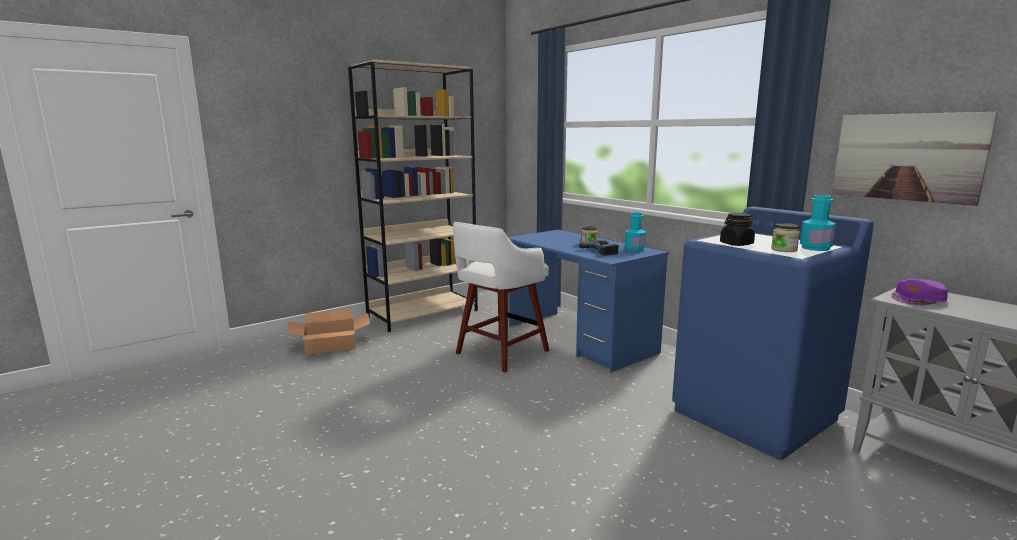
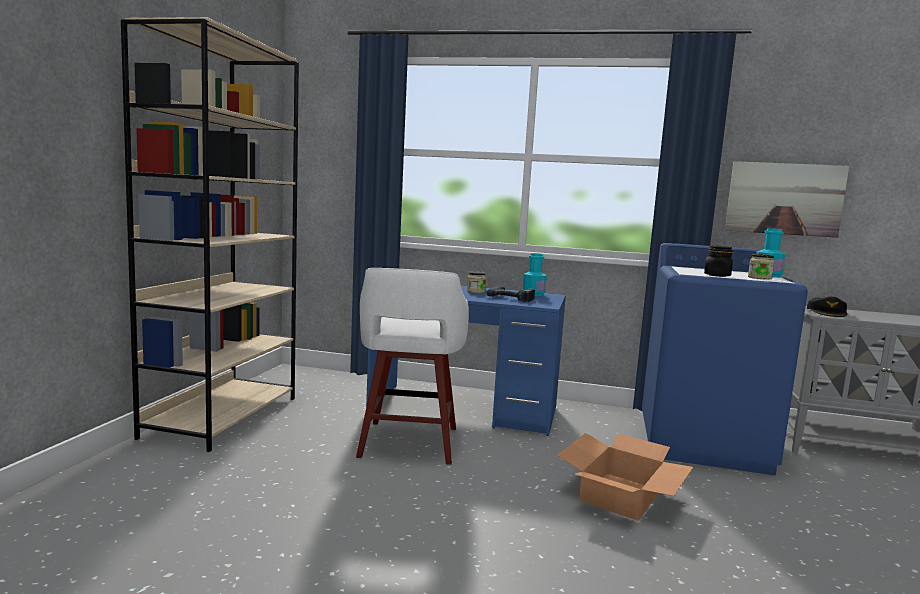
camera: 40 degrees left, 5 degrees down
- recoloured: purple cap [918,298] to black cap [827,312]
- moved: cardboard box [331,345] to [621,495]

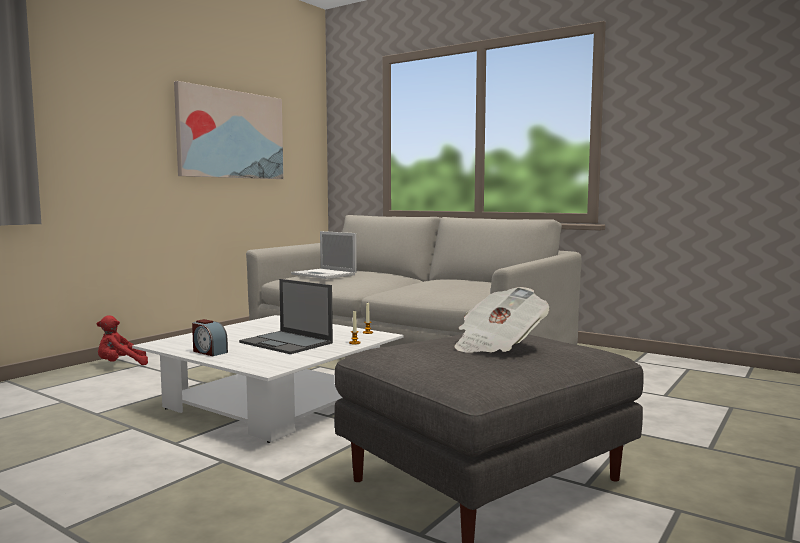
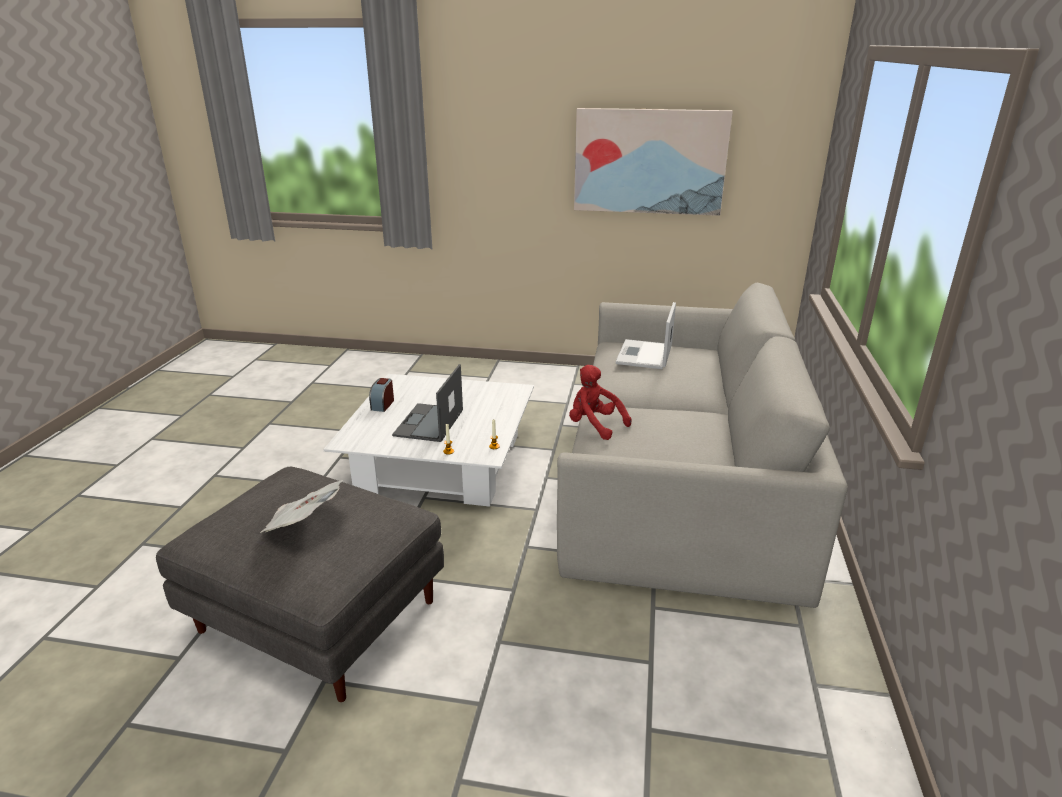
camera: 65 degrees right, 20 degrees up
- moved: red plush toy [120,365] to [594,425]

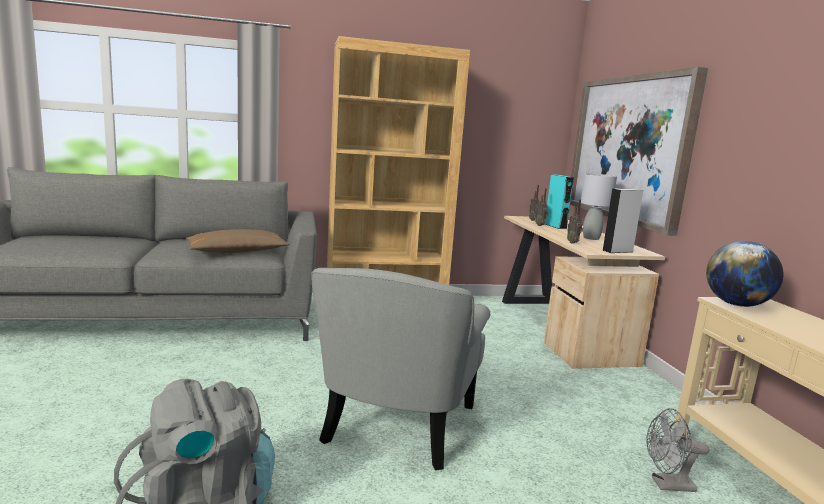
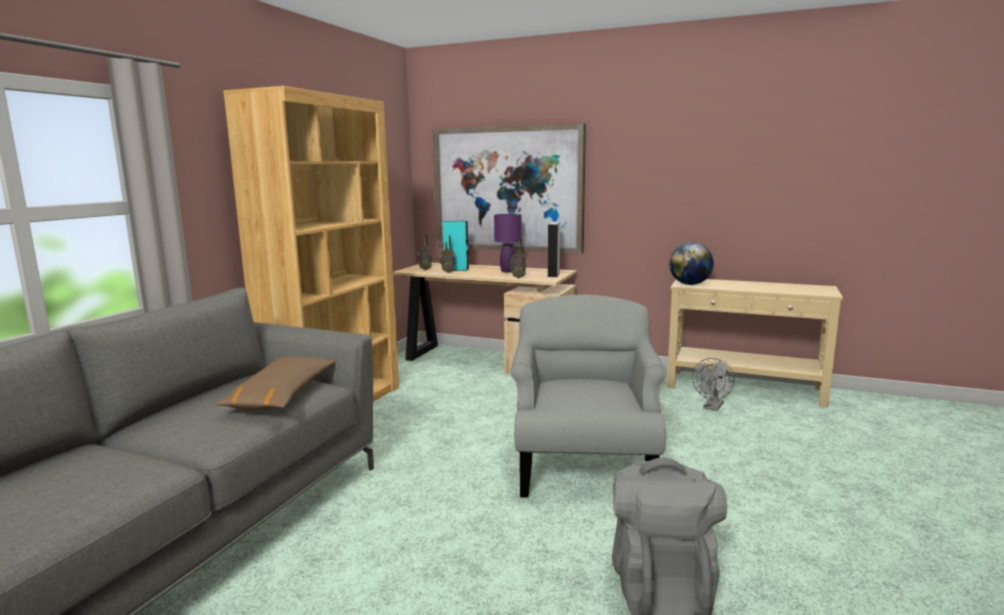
camera: 55 degrees left, 0 degrees up
- recoloured: grey table lamp [590,238] to purple table lamp [508,271]
- turned: grey armchair [396,424] = [584,466] 135 degrees counterclockwise

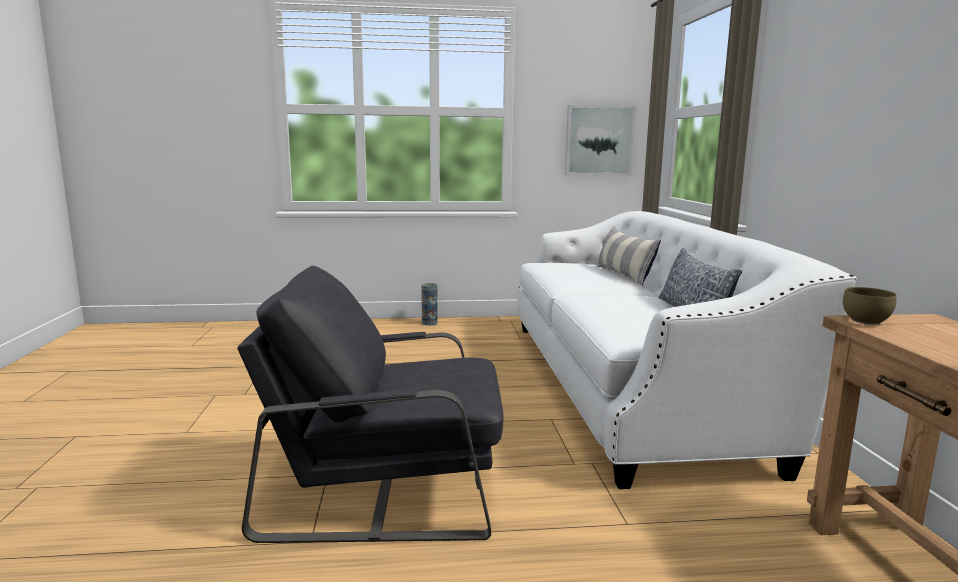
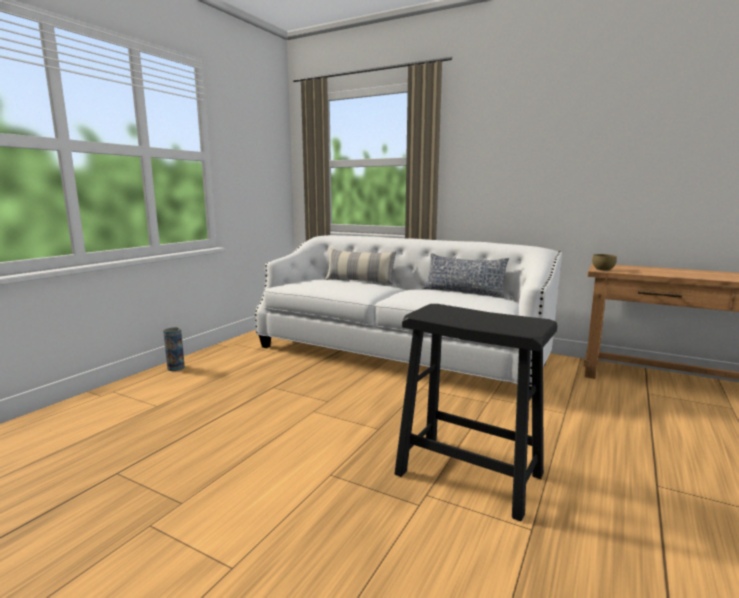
camera: 55 degrees left, 0 degrees up
- removed: picture [599,140]
- replaced: grey armchair [384,486] to black stool [468,474]

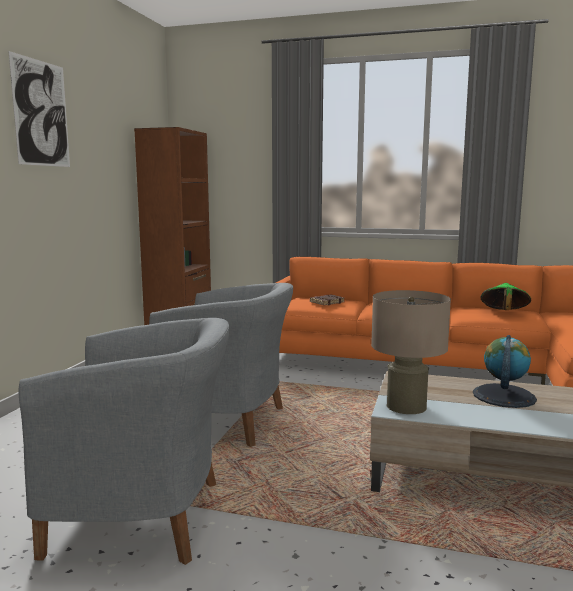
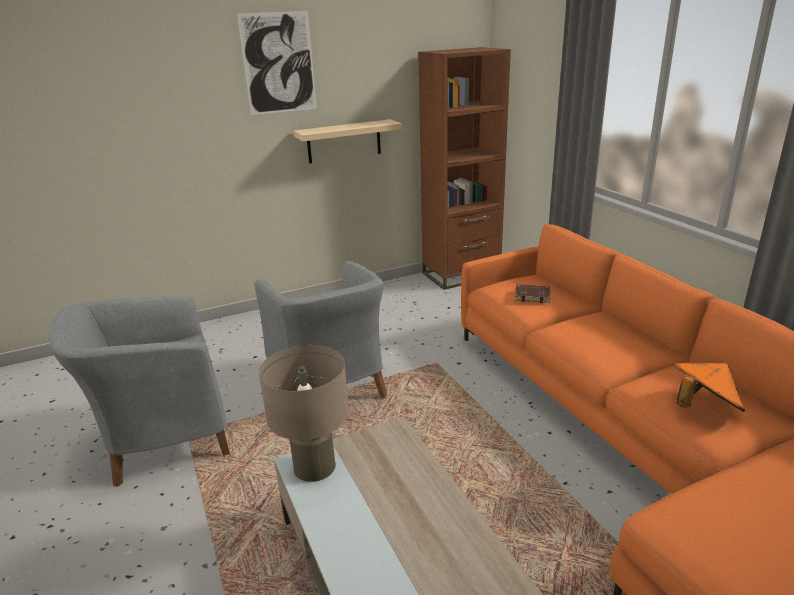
camera: 50 degrees right, 15 degrees up
- recoloured: green hat [504,313] to orange hat [702,406]
- turned: grey armchair [144,517] = [162,440] 105 degrees clockwise
- removed: globe [503,396]
- added: beige shelf [344,141]

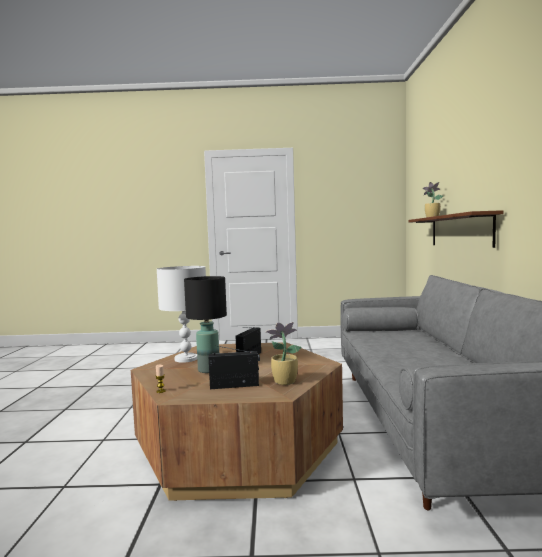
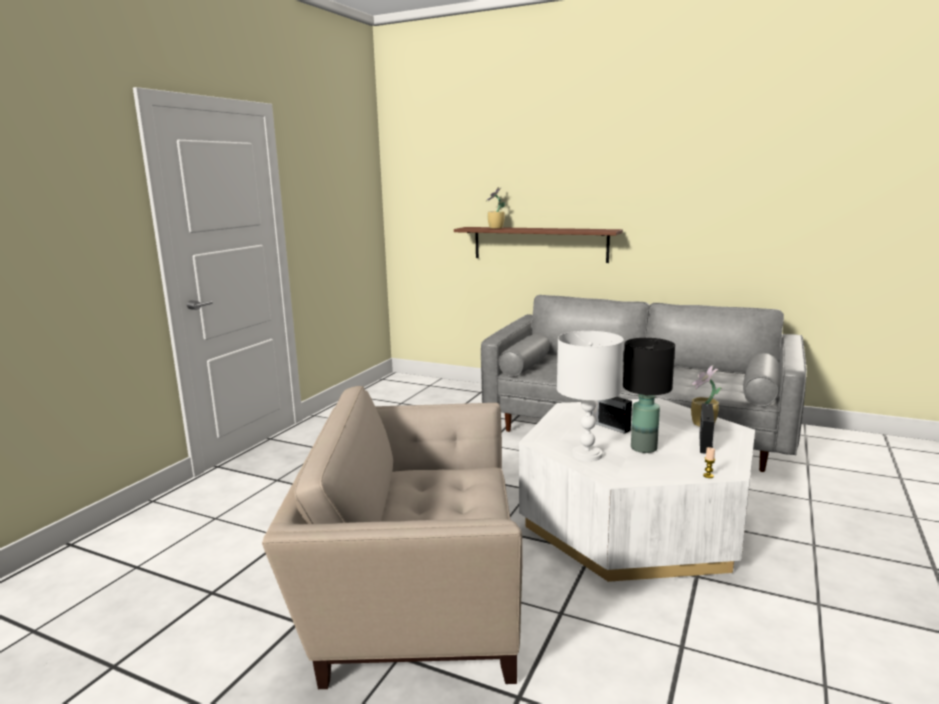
camera: 65 degrees left, 10 degrees up
- recoloured: brown coffee table [239,446] to white coffee table [634,521]
- added: beige armchair [414,595]

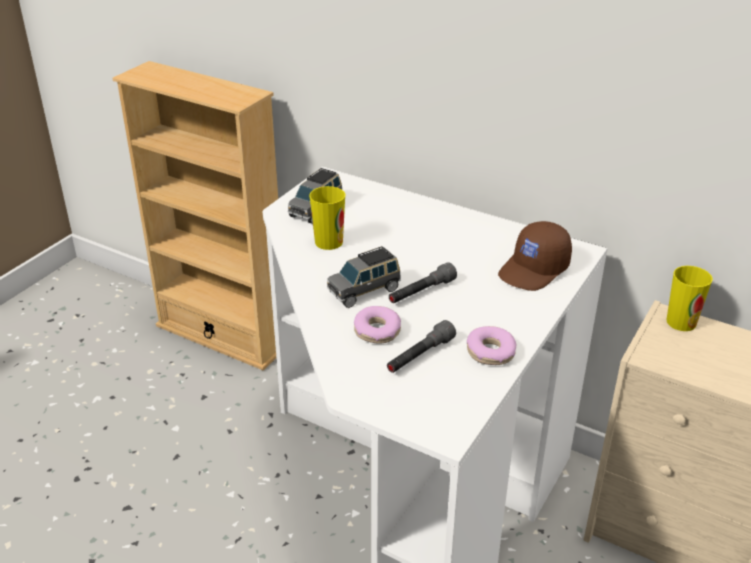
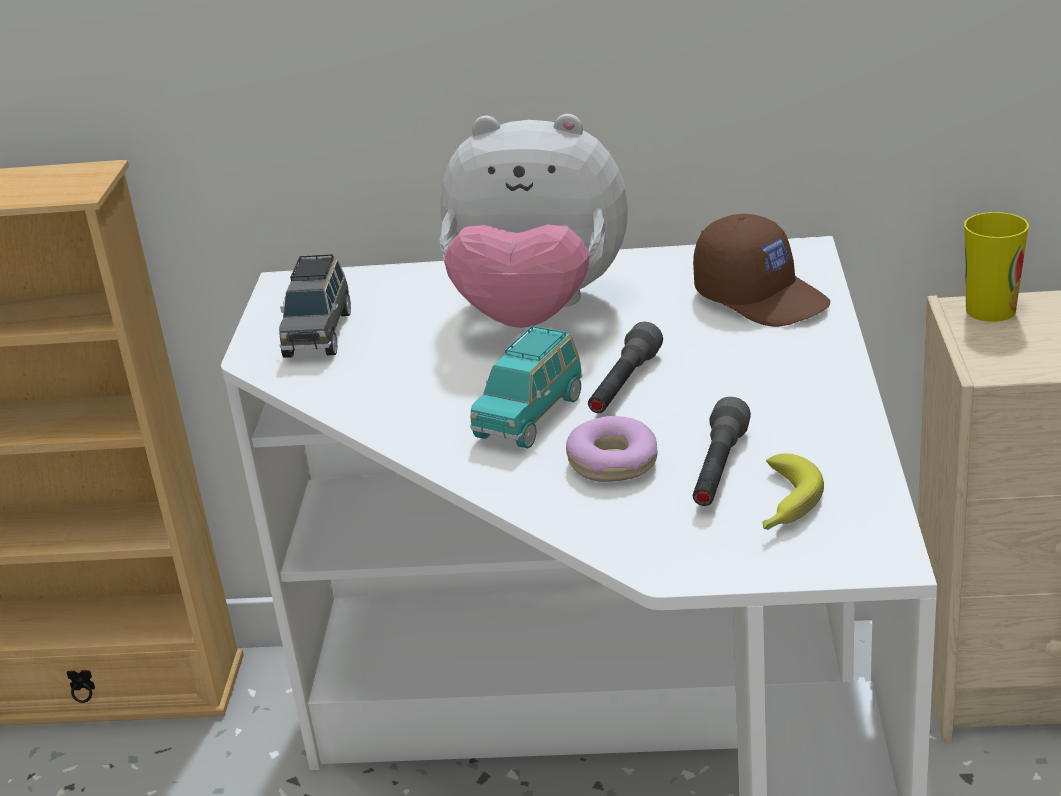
camera: 25 degrees left, 5 degrees down
- removed: cup [329,242]
- turned: brown cap [534,270] = [762,297] 60 degrees counterclockwise
- recoloured: grey toy car [365,291] to turquoise toy car [530,416]
- removed: donut [490,353]
- added: plush toy [537,313]
- added: banana [782,505]

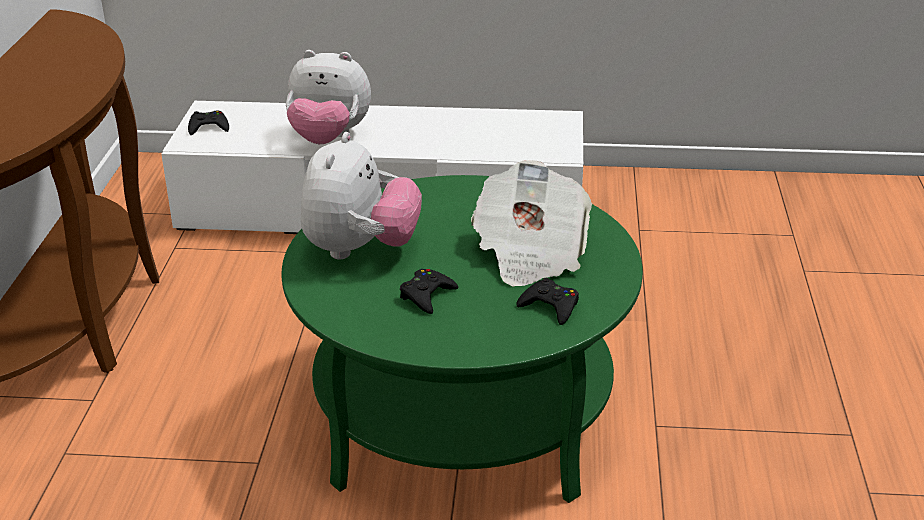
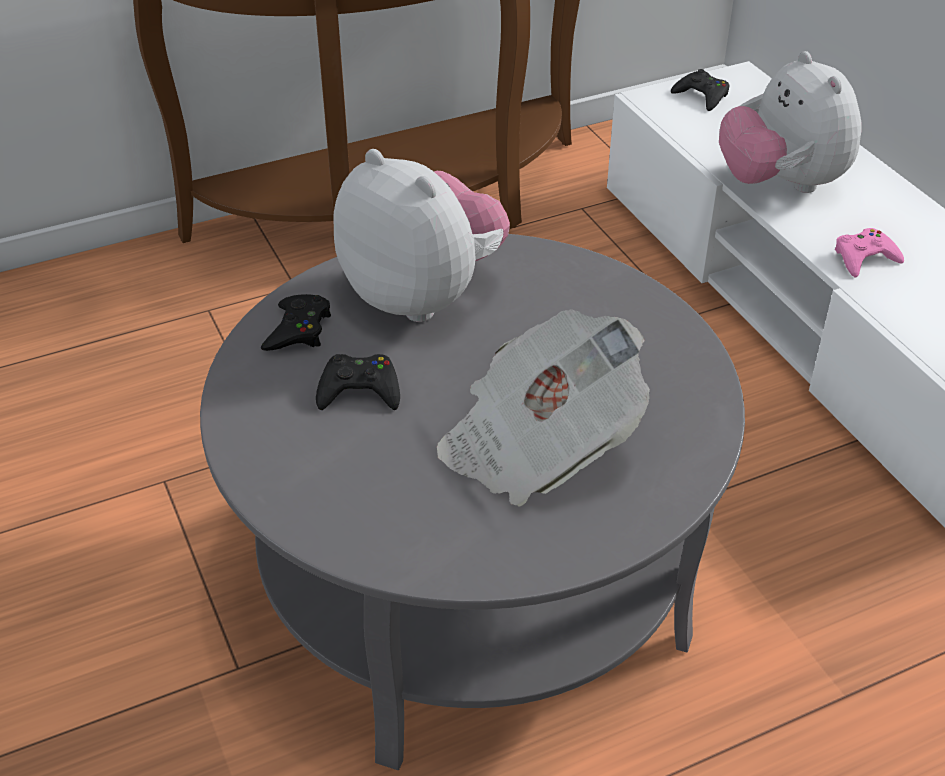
camera: 60 degrees right, 10 degrees up
- turned: plush toy [360,250] = [423,295] 120 degrees counterclockwise
- recoloured: green coffee table [463,416] to grey coffee table [473,580]
- moved: black game controller [550,307] to [298,330]
- added: pink game controller [864,258]

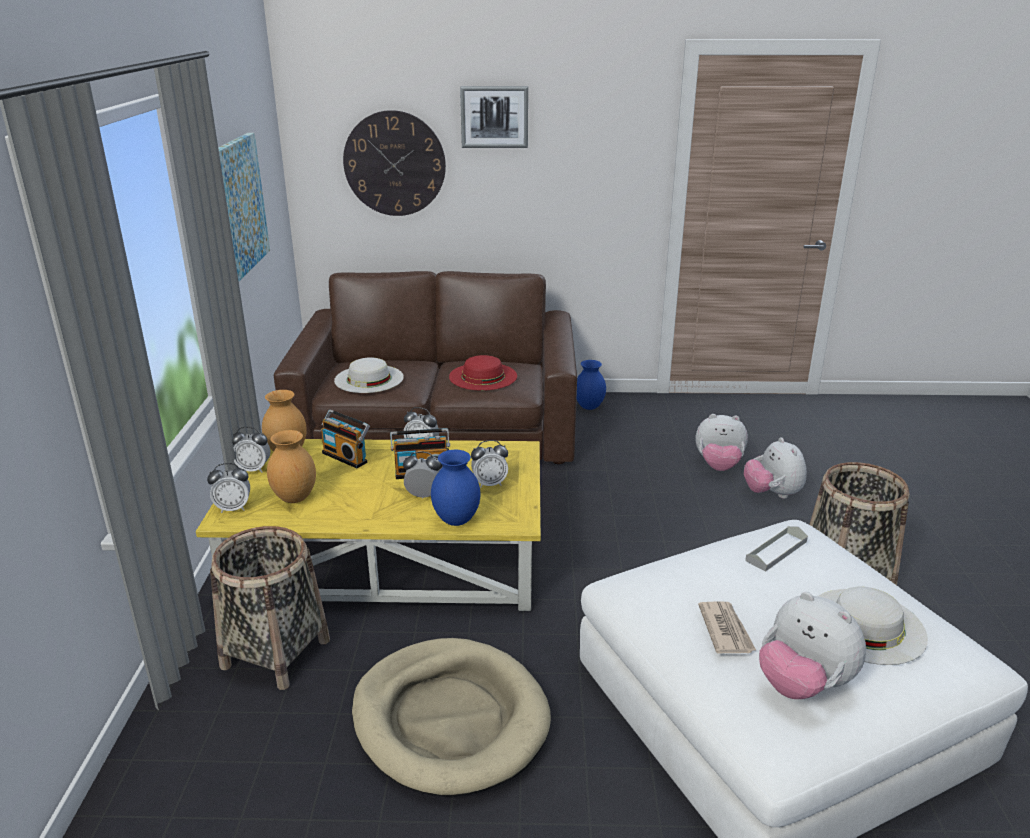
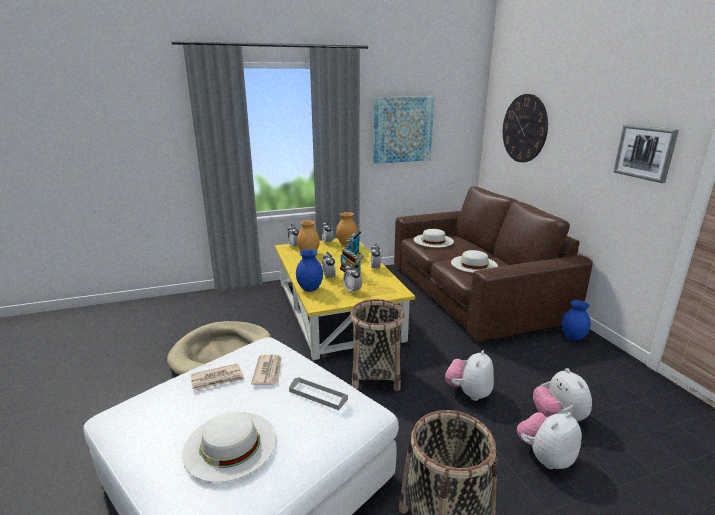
camera: 70 degrees right, 5 degrees down
- moved: picture [494,117] to [645,152]
- recoloured: red hat [483,376] to white hat [474,264]
- moved: basket [276,653] to [376,375]
- moved: plush toy [803,685] to [469,393]
- added: newspaper [268,371]

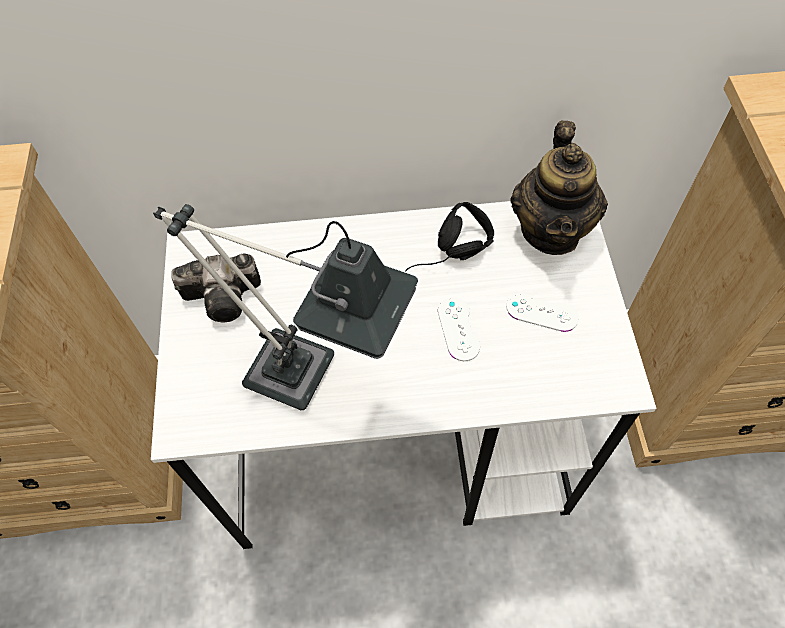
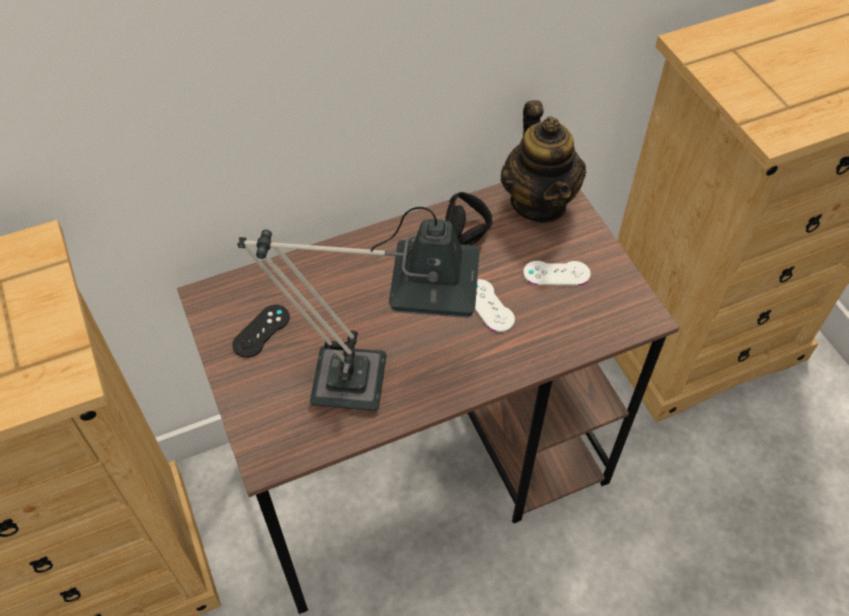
camera: 20 degrees left, 5 degrees down
- recoloured: white desk [401,446] to brown desk [427,467]
- replaced: photo camera [226,296] to black game controller [261,331]

